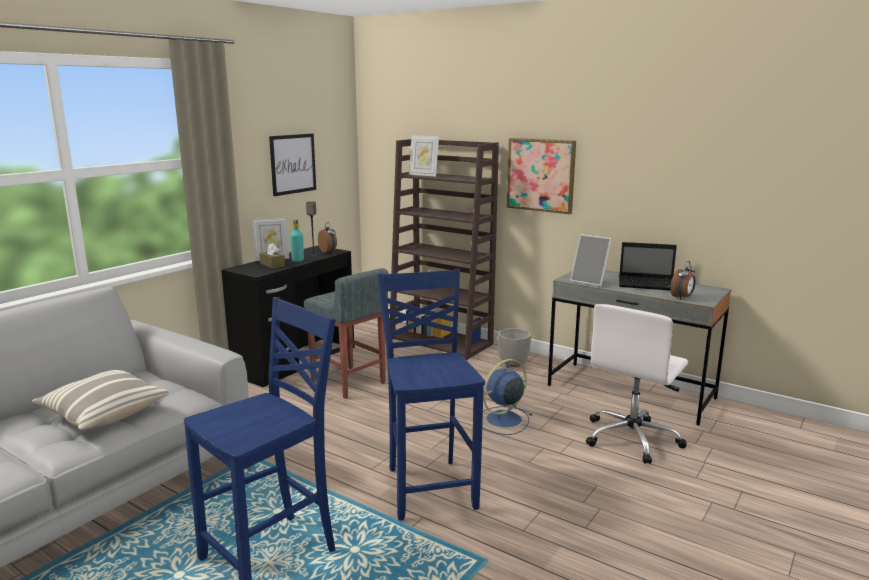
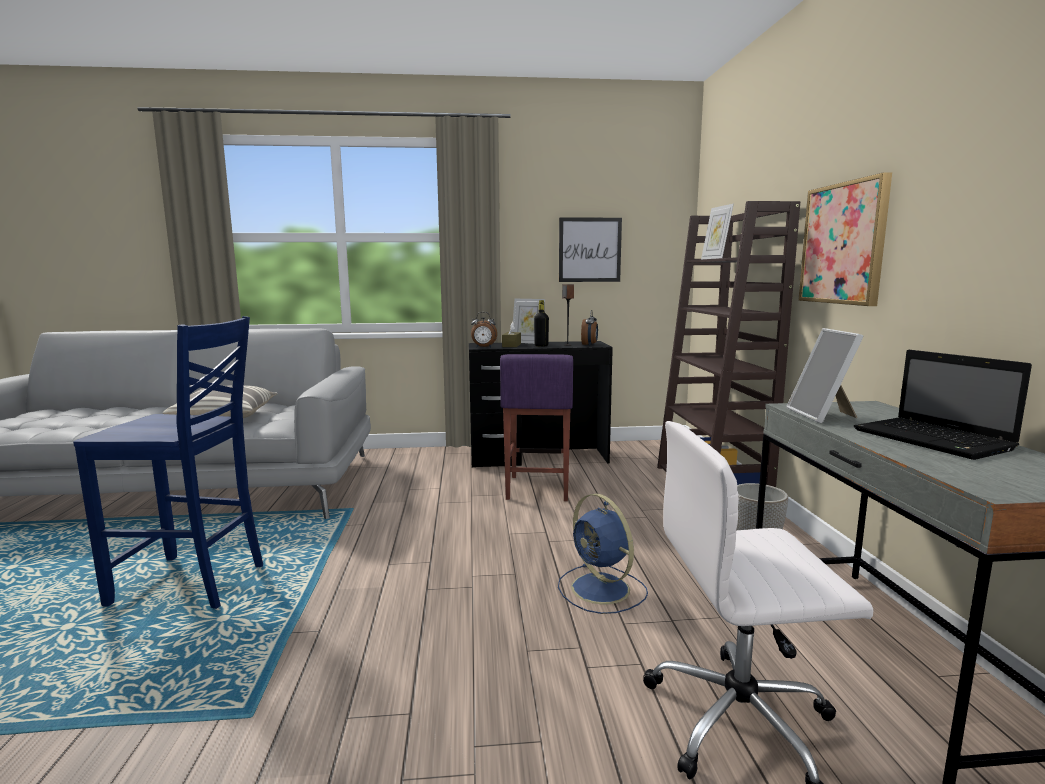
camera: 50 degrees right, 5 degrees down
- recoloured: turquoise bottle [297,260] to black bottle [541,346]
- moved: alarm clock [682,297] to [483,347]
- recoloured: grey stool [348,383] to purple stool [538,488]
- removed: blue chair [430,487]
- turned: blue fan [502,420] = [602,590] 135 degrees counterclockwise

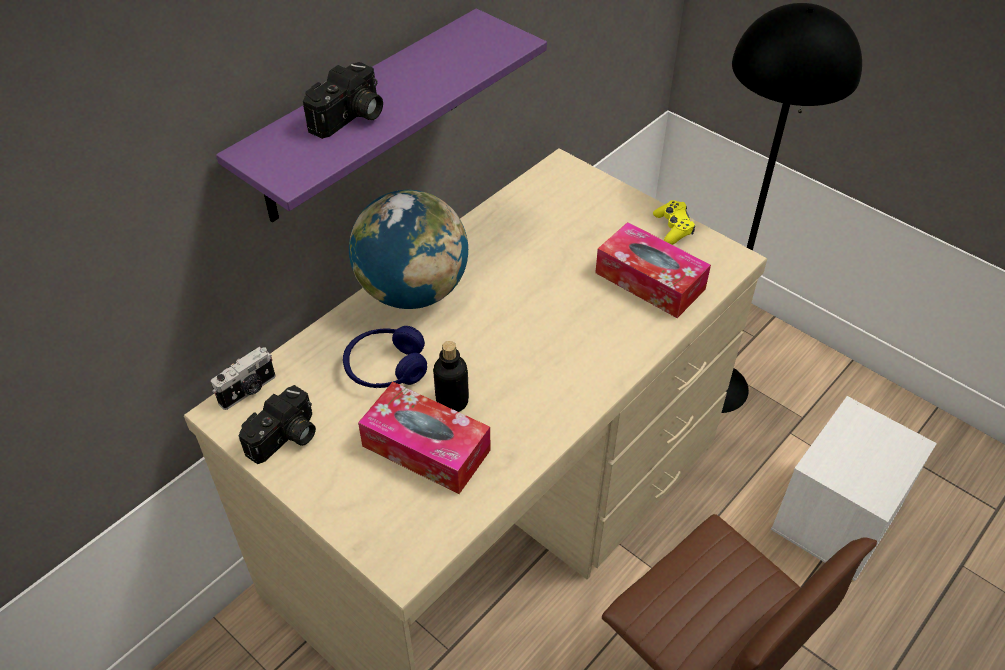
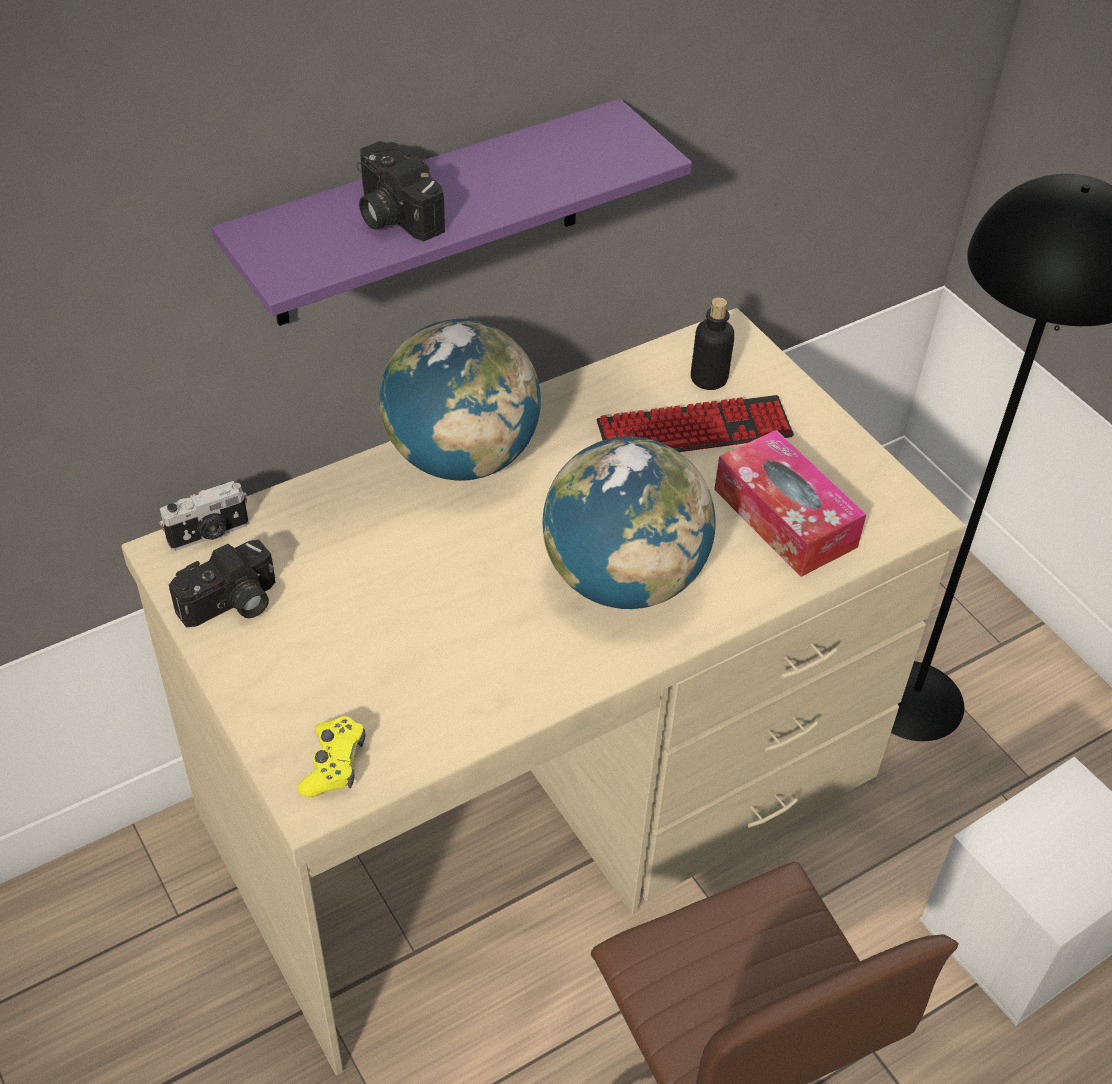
camera: 15 degrees right, 0 degrees up
- turned: photo camera [350,118] = [392,214] 90 degrees clockwise
- moved: yellow game controller [673,228] to [334,764]
- removed: blue headphones [386,368]
- moved: bottle [452,401] to [708,379]
- removed: tissue box [426,448]
- added: keyboard [694,431]
- added: globe [623,579]

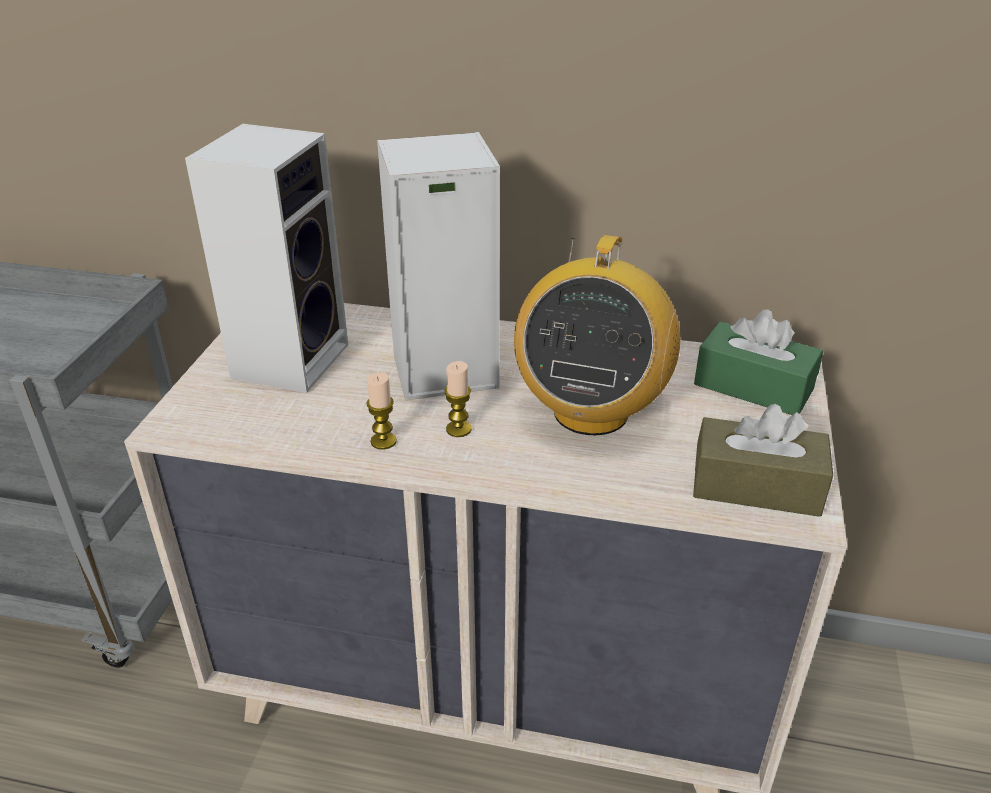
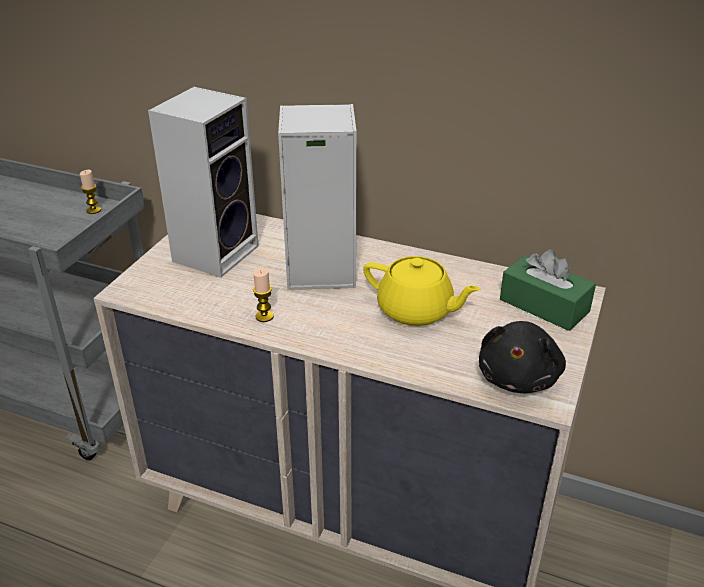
camera: 10 degrees right, 0 degrees up
- replaced: radio [590,411] to yellow teapot [416,311]
- moved: candle [458,429] to [94,210]
- replaced: brown tissue box [756,486] to black plush toy [519,377]

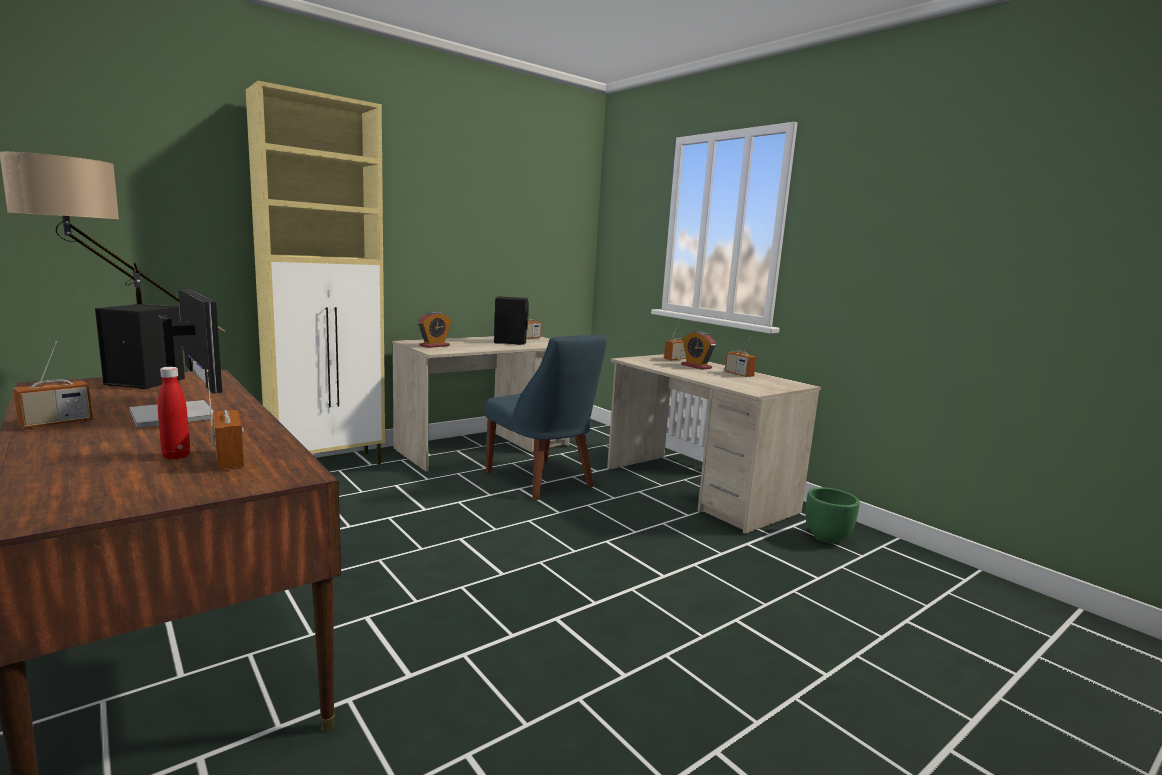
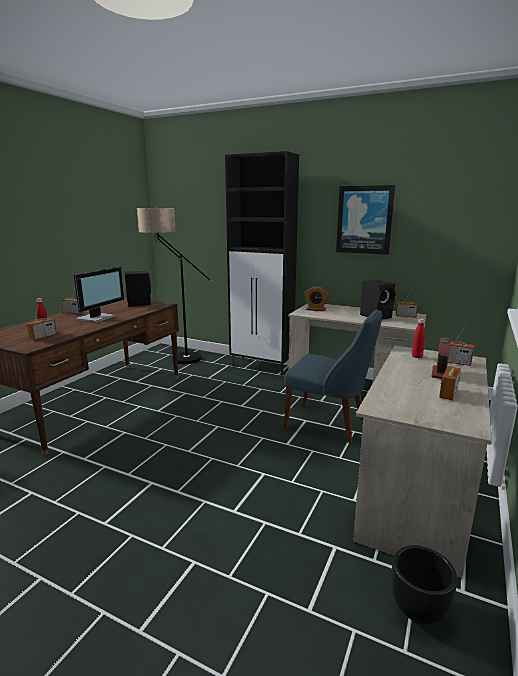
camera: 65 degrees right, 5 degrees up
- recoloured: beige cabinet [328,465] to black cabinet [262,367]
- turned: blue chair [542,480] = [329,423] 90 degrees counterclockwise
- recoloured: green planter [826,538] to black planter [417,609]
- added: picture [364,220]
- added: red bottle [417,357]

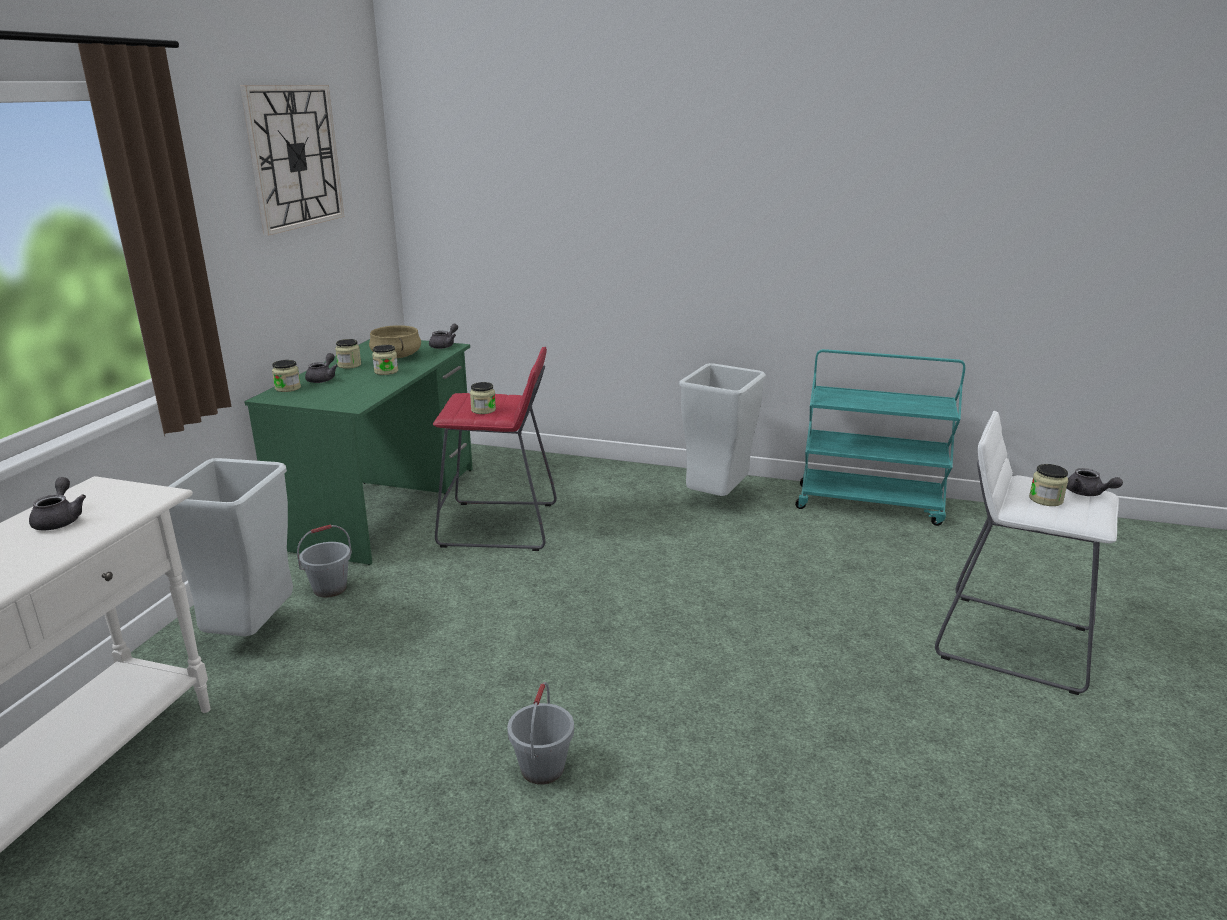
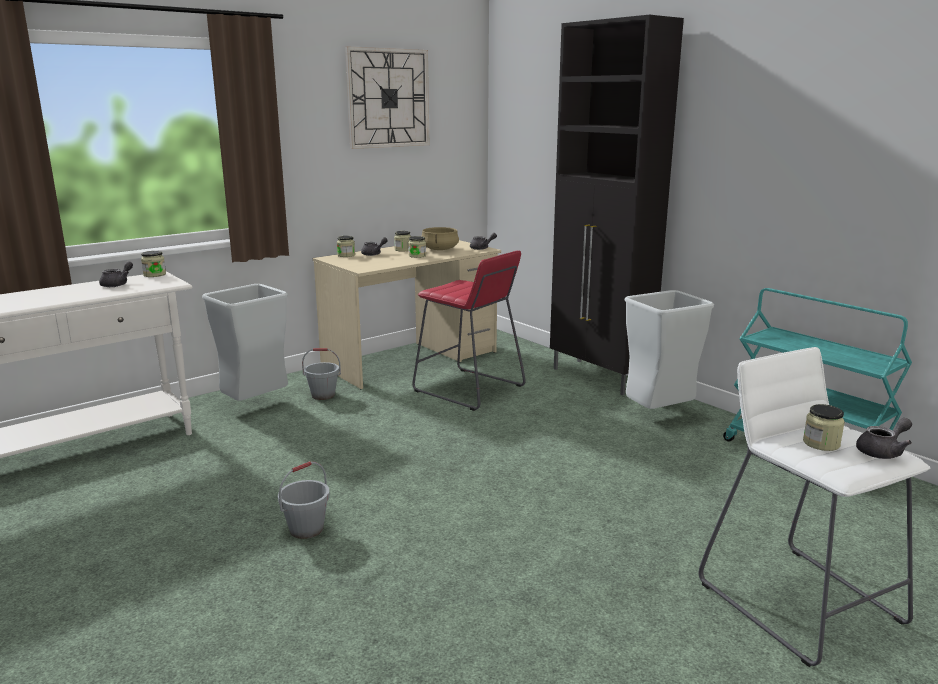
camera: 35 degrees right, 5 degrees down
- recoloured: green desk [382,506] to beige desk [411,360]
- moved: jar [483,410] to [154,275]
- turned: grey teapot [1087,494] = [883,452] 120 degrees counterclockwise
- added: black cabinet [600,377]

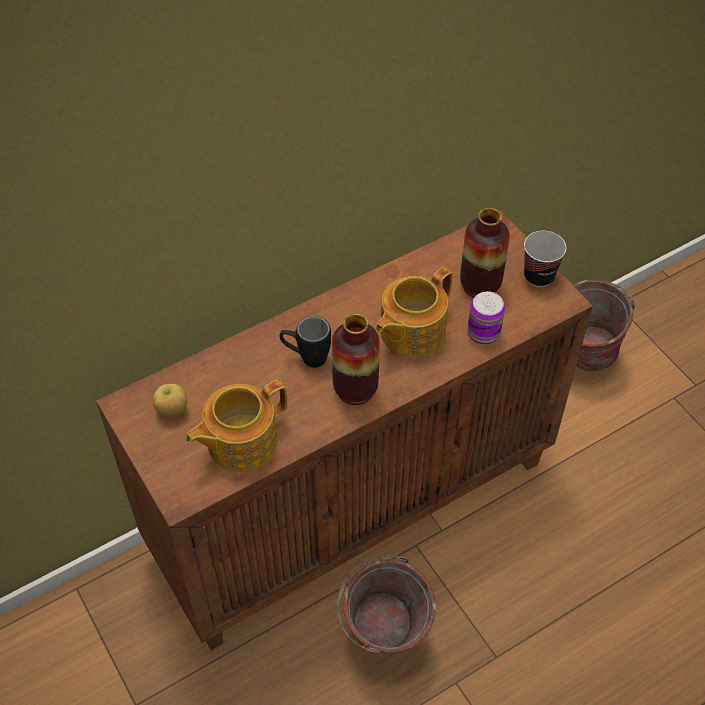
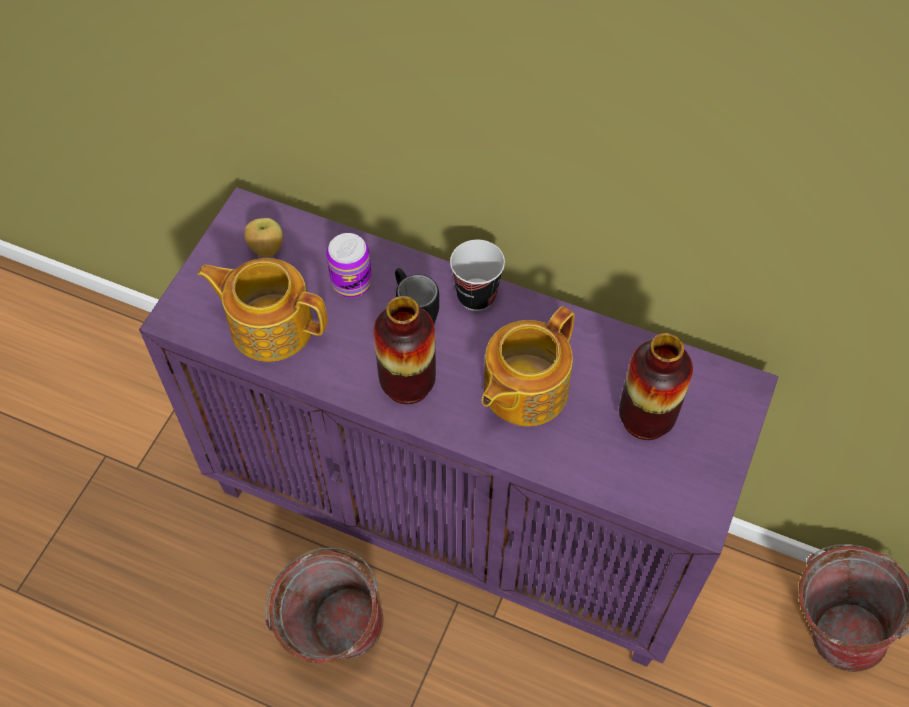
camera: 55 degrees right, 5 degrees up
- recoloured: brown cabinet [353,505] to purple cabinet [458,515]
- moved: cup [538,276] to [476,296]
- turned: teapot [410,332] = [523,390] 60 degrees counterclockwise
- moved: can [483,333] to [351,283]

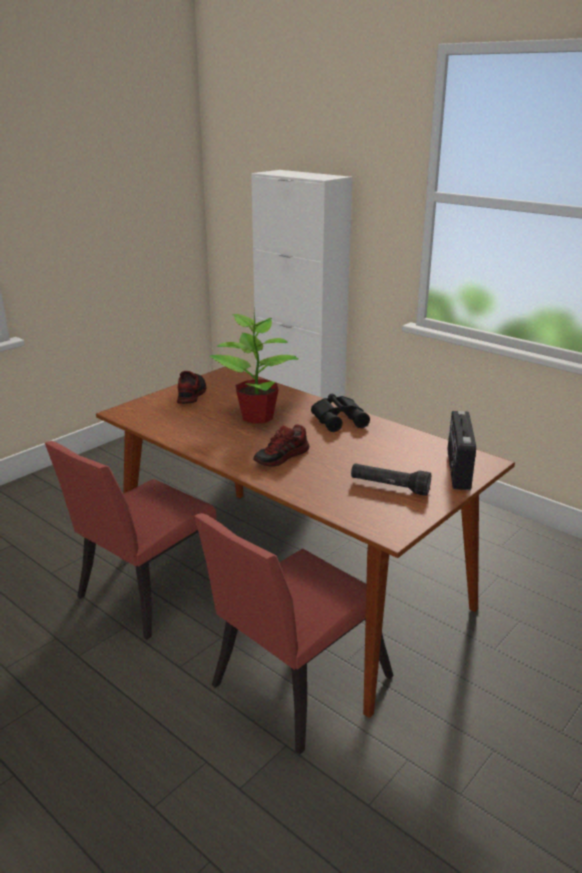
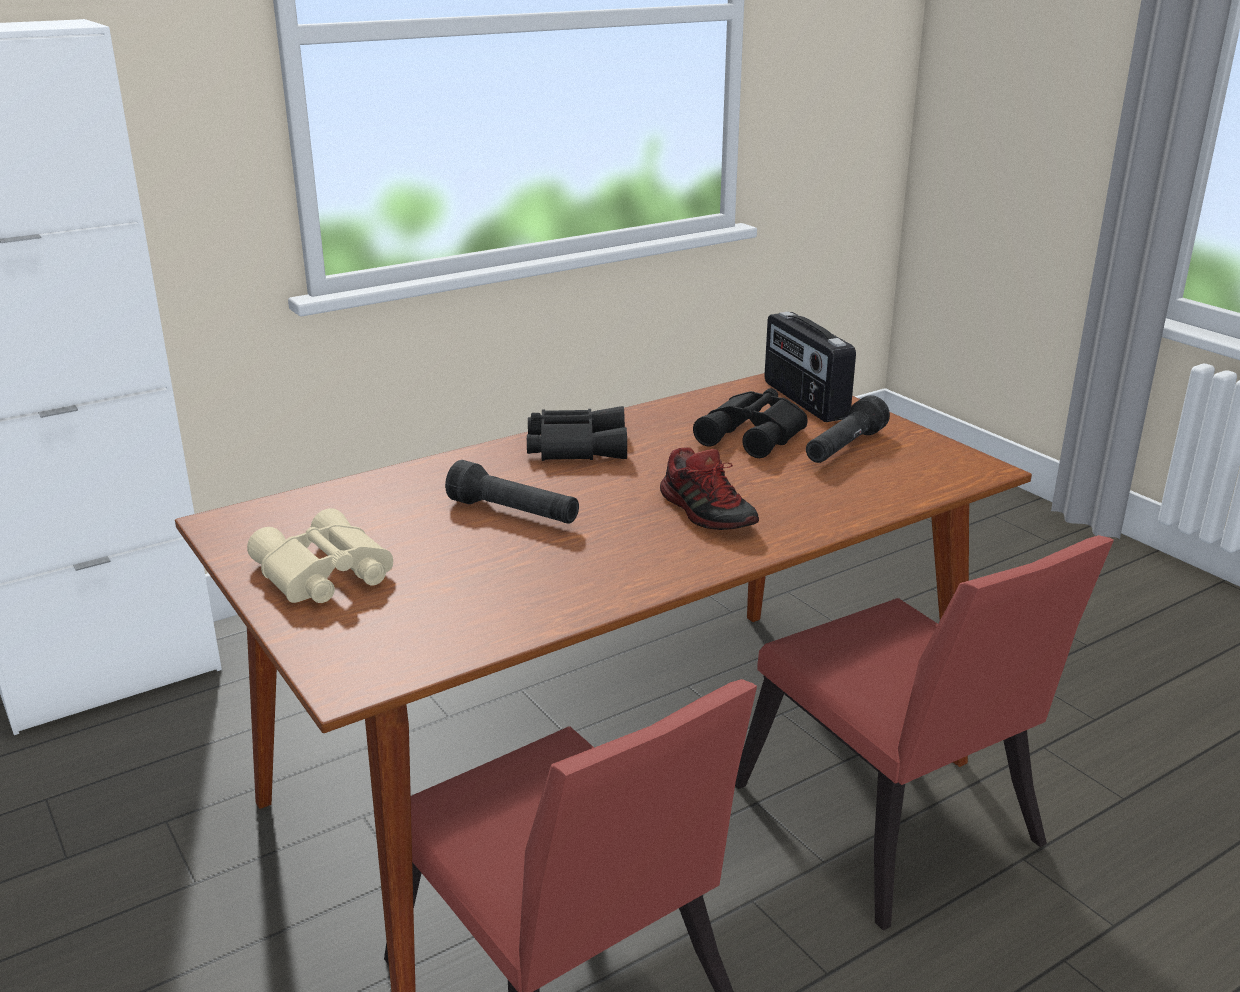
camera: 75 degrees left, 0 degrees up
- replaced: potted plant [258,417] to black flashlight [514,513]
- replaced: shoe [191,394] to beige binoculars [322,575]
- turned: radio [457,470] = [803,400] 45 degrees clockwise
- added: black binoculars [754,435]

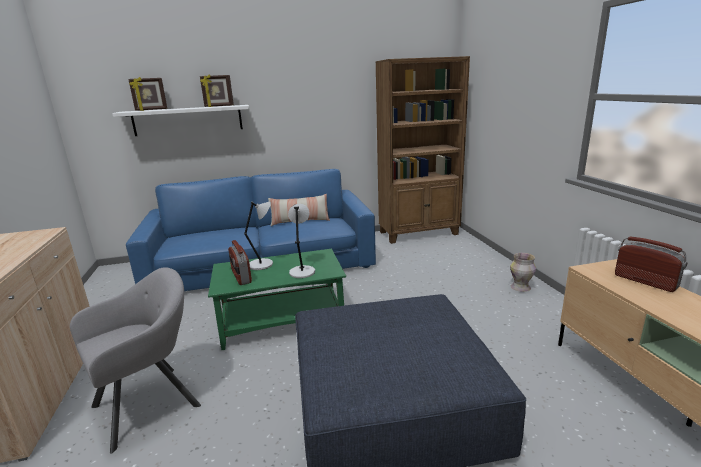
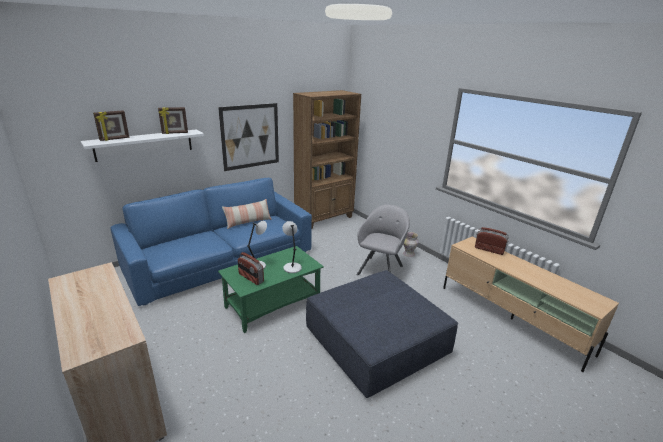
camera: 25 degrees left, 5 degrees up
- moved: grey armchair [151,403] to [381,269]
- added: picture [250,136]

